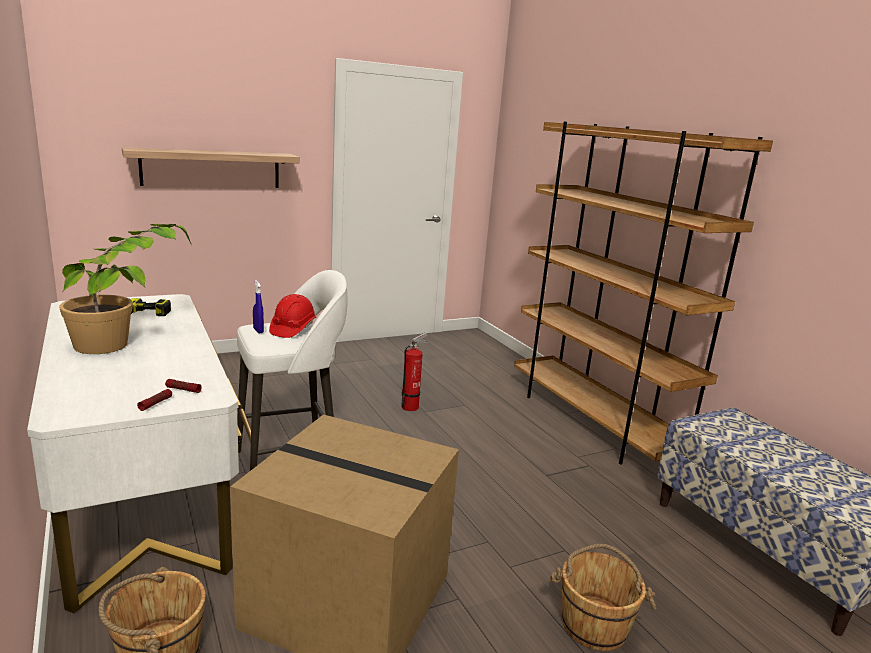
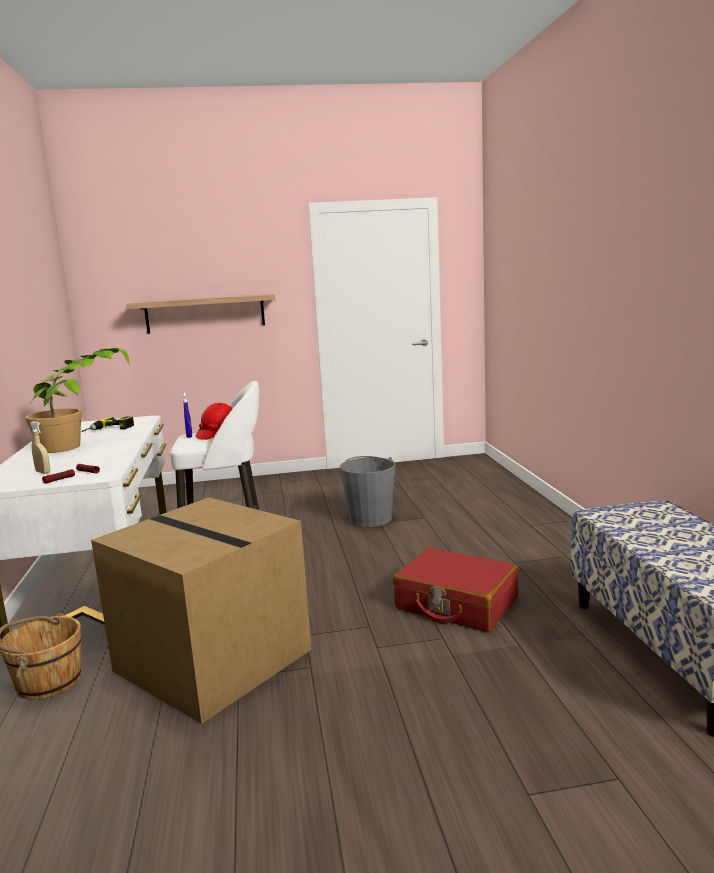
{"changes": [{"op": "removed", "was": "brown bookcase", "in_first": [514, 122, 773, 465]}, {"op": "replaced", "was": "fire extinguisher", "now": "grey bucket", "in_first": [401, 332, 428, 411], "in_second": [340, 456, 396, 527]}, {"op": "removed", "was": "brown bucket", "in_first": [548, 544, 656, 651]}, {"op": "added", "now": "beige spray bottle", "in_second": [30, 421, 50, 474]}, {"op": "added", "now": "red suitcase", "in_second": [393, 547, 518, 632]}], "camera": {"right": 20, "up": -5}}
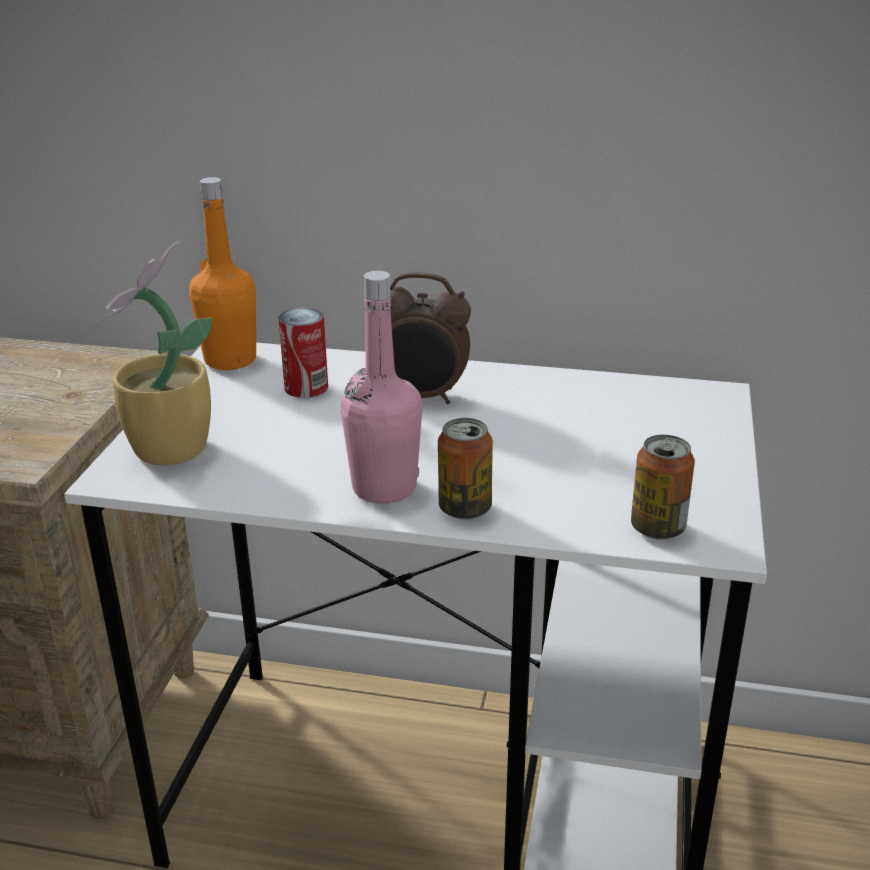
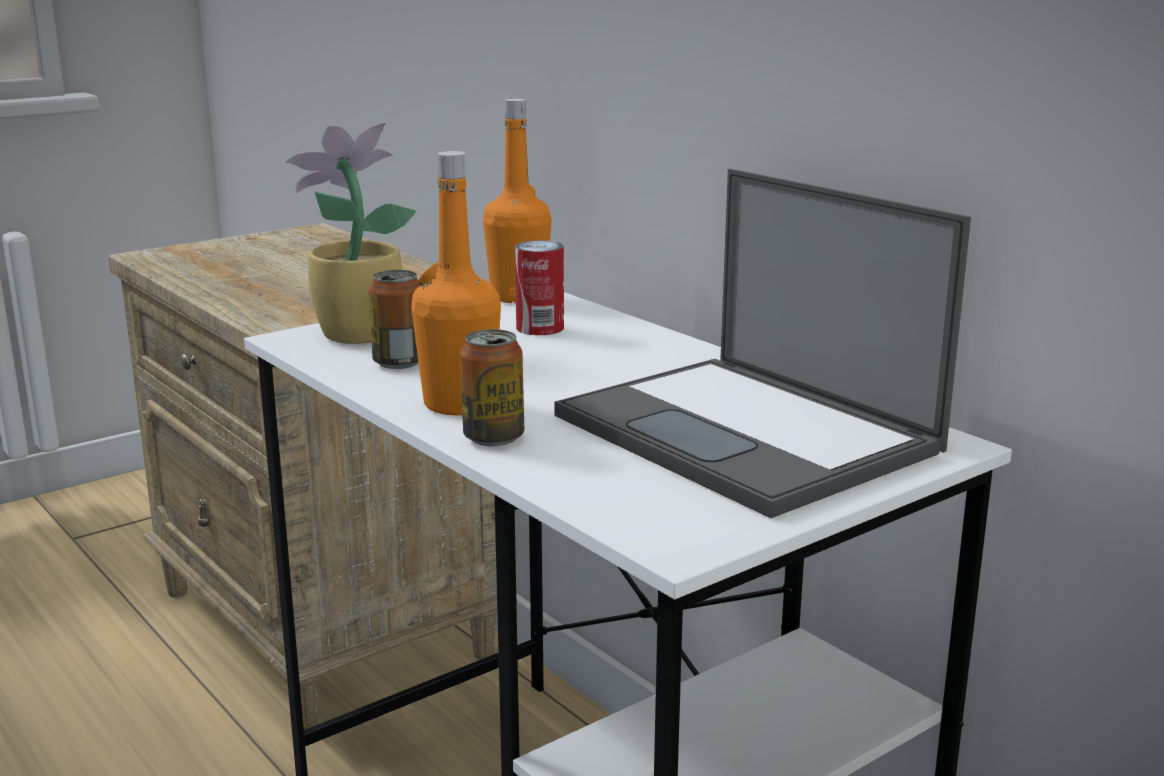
{"changes": [{"op": "recoloured", "was": "pink bottle", "now": "orange bottle", "in_first": [341, 271, 422, 504], "in_second": [411, 151, 501, 415]}, {"op": "removed", "was": "alarm clock", "in_first": [390, 272, 471, 404]}, {"op": "moved", "was": "can", "in_first": [631, 435, 695, 540], "in_second": [369, 270, 421, 369]}, {"op": "added", "now": "laptop", "in_second": [554, 169, 971, 518]}], "camera": {"right": 40, "up": -10}}
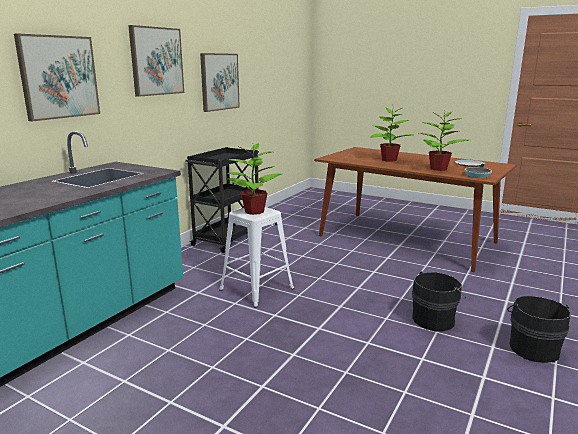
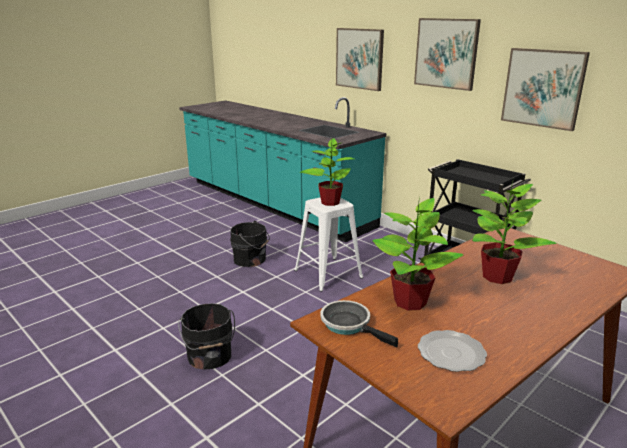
{"changes": [{"op": "moved", "was": "black bucket", "in_first": [507, 296, 571, 363], "in_second": [230, 221, 270, 267]}], "camera": {"right": 105, "up": 5}}
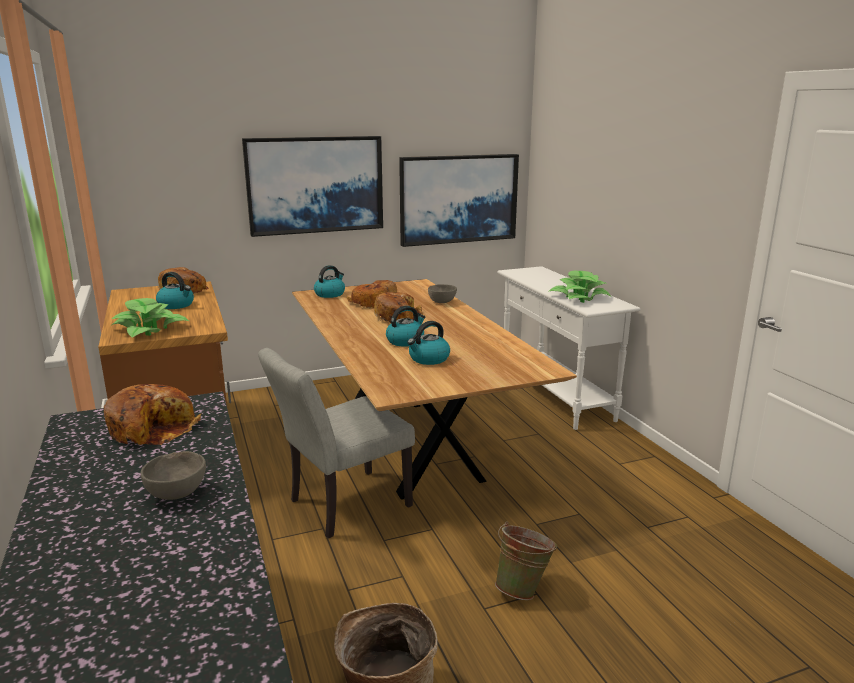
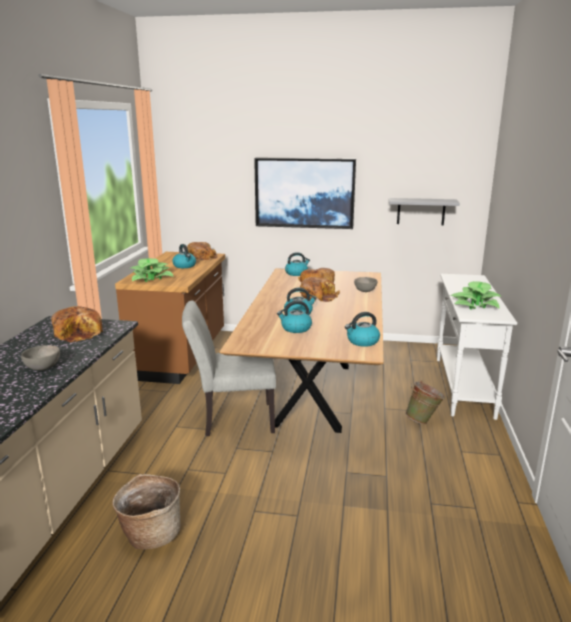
{"changes": [{"op": "replaced", "was": "picture", "now": "grey shelf", "in_first": [399, 154, 519, 247], "in_second": [389, 198, 460, 225]}, {"op": "moved", "was": "green bucket", "in_first": [495, 522, 557, 600], "in_second": [405, 380, 445, 424]}, {"op": "added", "now": "kettle", "in_second": [345, 312, 380, 347]}], "camera": {"right": 30, "up": 0}}
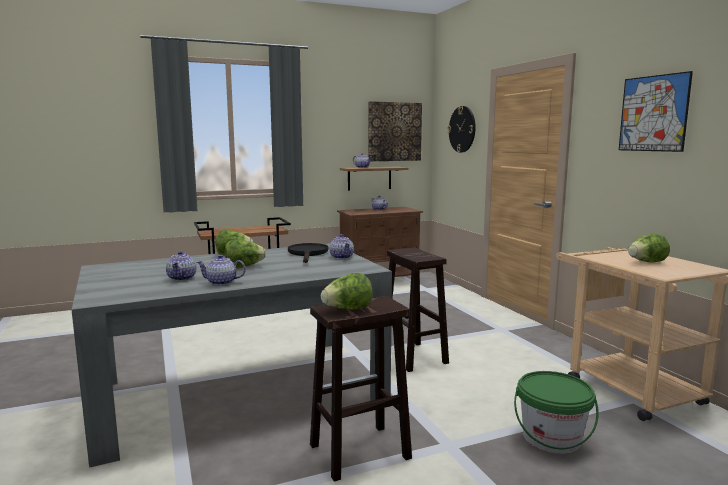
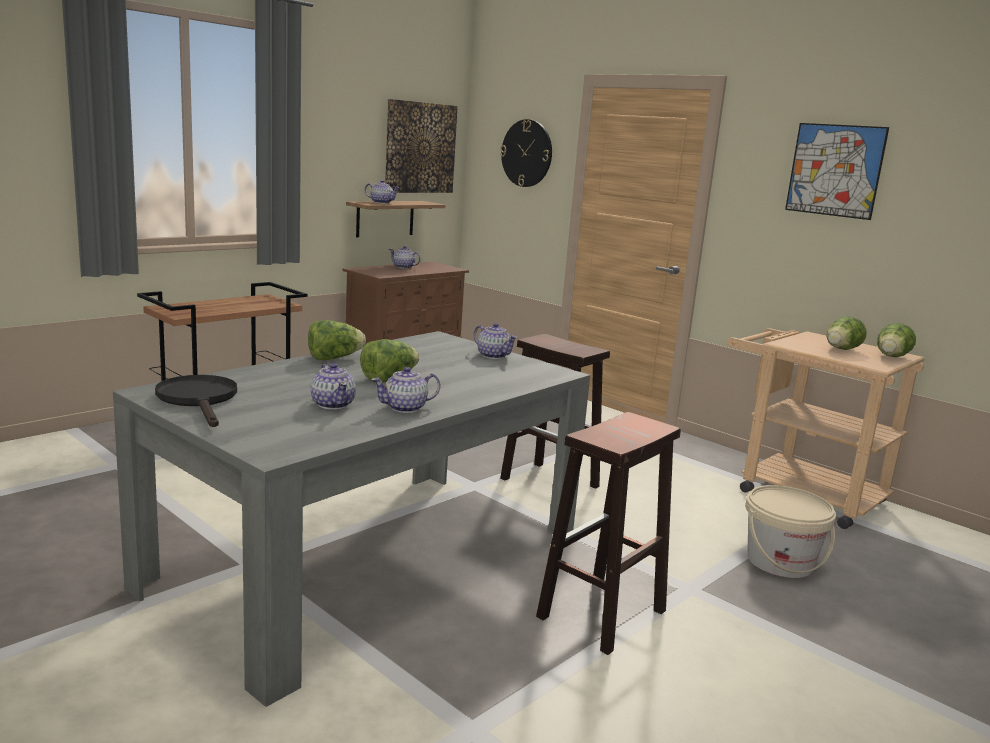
{"changes": [{"op": "moved", "was": "black frying pan", "in_first": [288, 243, 329, 263], "in_second": [155, 375, 237, 427]}, {"op": "moved", "was": "lettuce", "in_first": [321, 273, 373, 310], "in_second": [877, 323, 916, 357]}, {"op": "recoloured", "was": "green bucket", "now": "beige bucket", "in_first": [514, 371, 599, 454], "in_second": [745, 485, 836, 578]}], "camera": {"right": -25, "up": 5}}
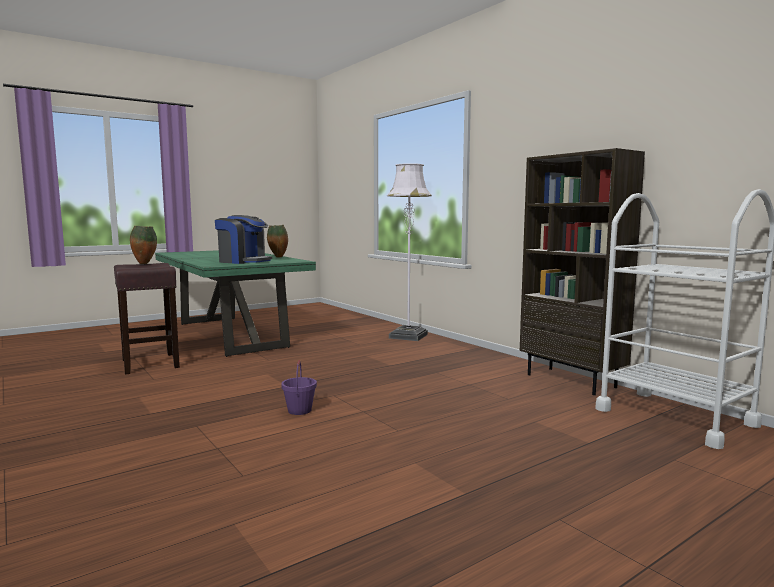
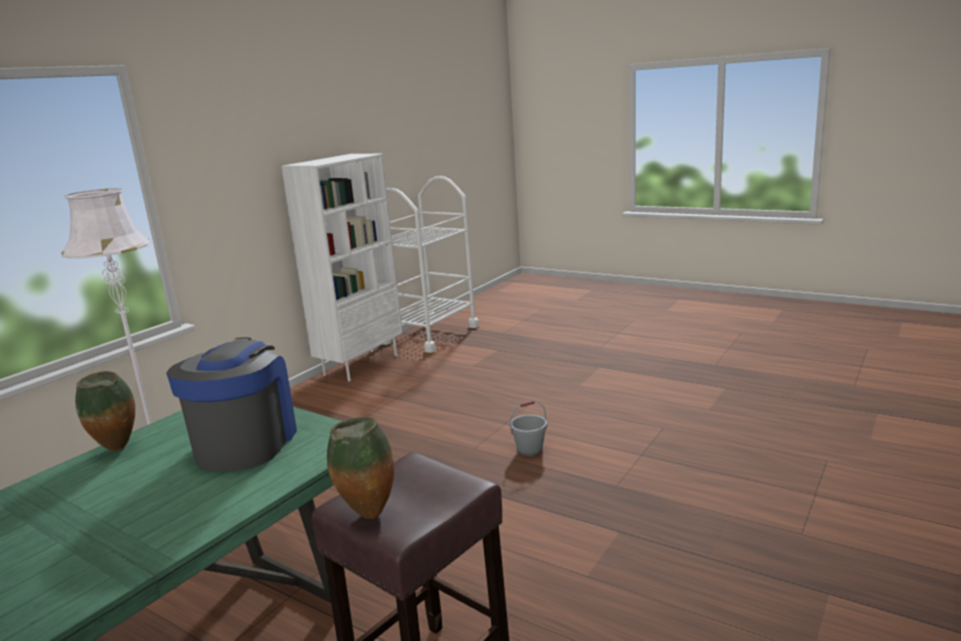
{"changes": [{"op": "recoloured", "was": "brown bookcase", "now": "white bookcase", "in_first": [520, 148, 645, 395], "in_second": [281, 154, 402, 381]}, {"op": "recoloured", "was": "purple bucket", "now": "grey bucket", "in_first": [281, 360, 317, 415], "in_second": [510, 401, 547, 457]}], "camera": {"right": -110, "up": 10}}
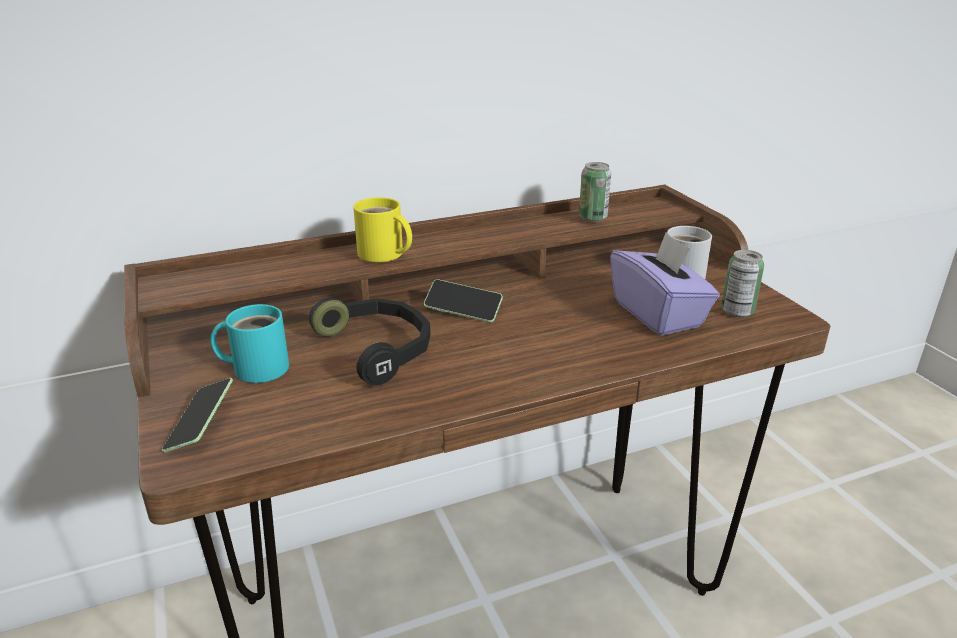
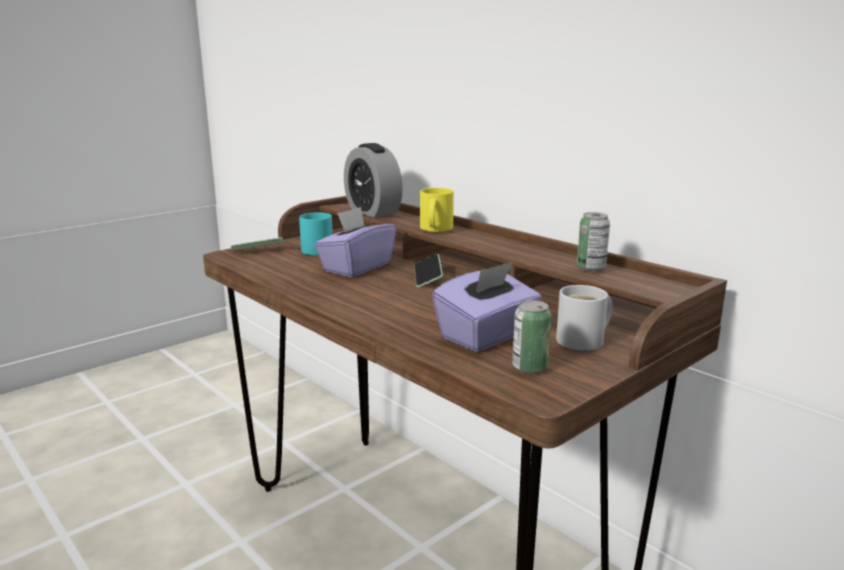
{"changes": [{"op": "replaced", "was": "black headphones", "now": "purple tissue box", "in_first": [309, 297, 431, 386], "in_second": [314, 207, 396, 277]}, {"op": "added", "now": "alarm clock", "in_second": [344, 143, 403, 218]}], "camera": {"right": 70, "up": -10}}
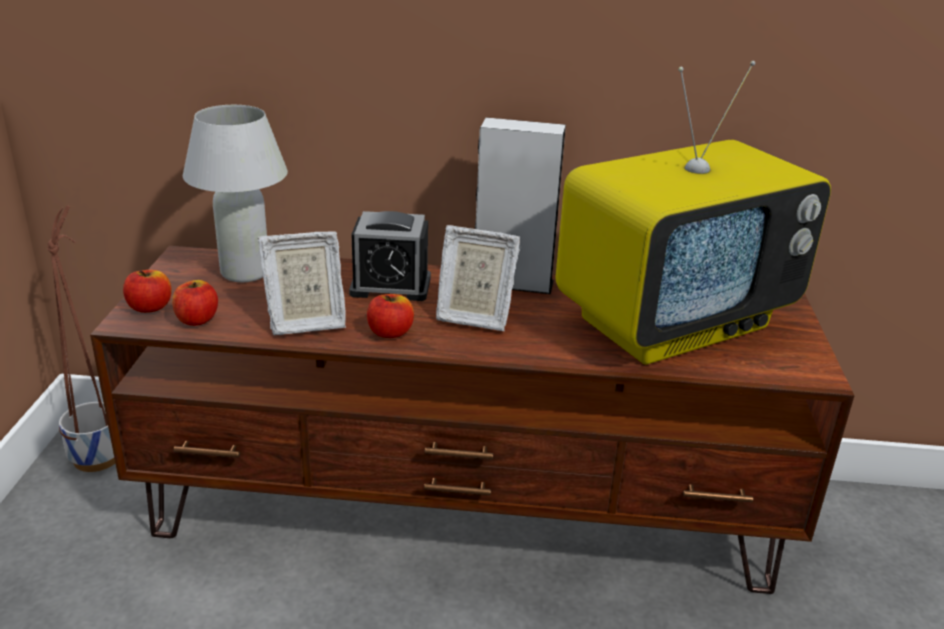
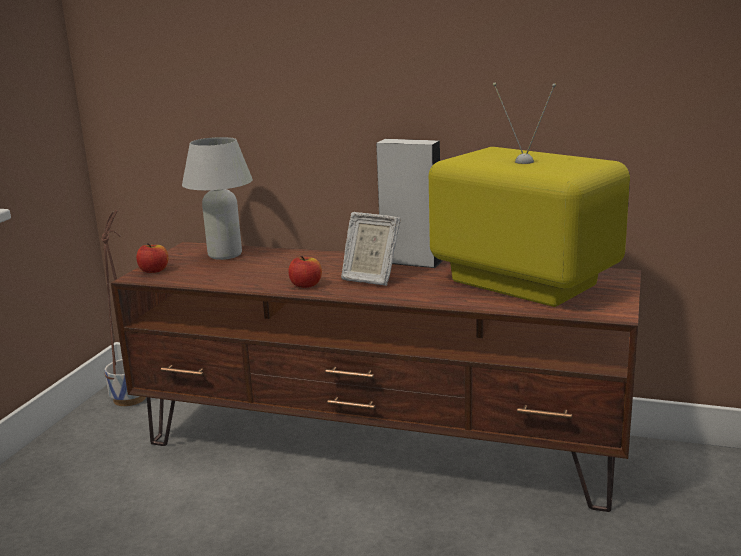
{"changes": [{"op": "turned", "was": "television", "in_first": [556, 61, 831, 365], "in_second": [429, 82, 630, 307], "clockwise": -120}, {"op": "removed", "was": "alarm clock", "in_first": [349, 211, 431, 301]}, {"op": "removed", "was": "picture frame", "in_first": [257, 231, 346, 335]}, {"op": "removed", "was": "apple", "in_first": [172, 280, 218, 326]}], "camera": {"right": 15, "up": -10}}
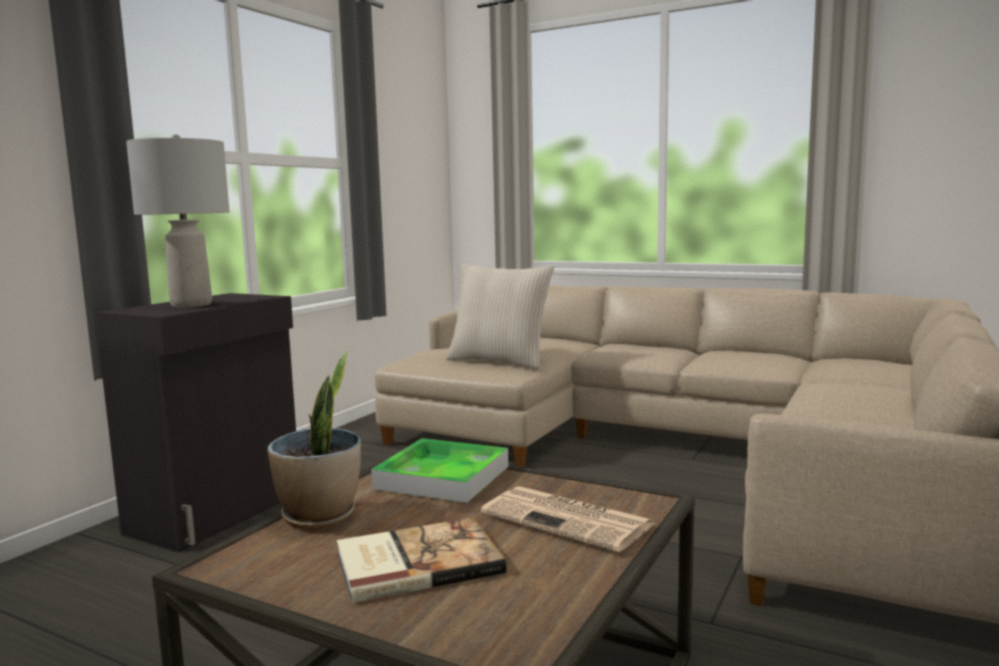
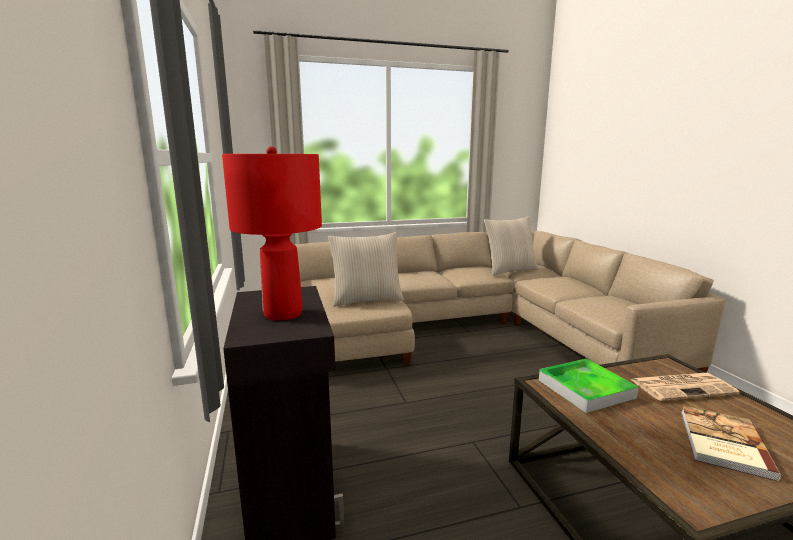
{"changes": [{"op": "recoloured", "was": "grey table lamp", "now": "red table lamp", "in_first": [126, 135, 230, 307], "in_second": [222, 147, 322, 321]}, {"op": "removed", "was": "potted plant", "in_first": [268, 351, 361, 529]}, {"op": "added", "now": "beige pillow", "in_second": [484, 216, 539, 276]}], "camera": {"right": -45, "up": 5}}
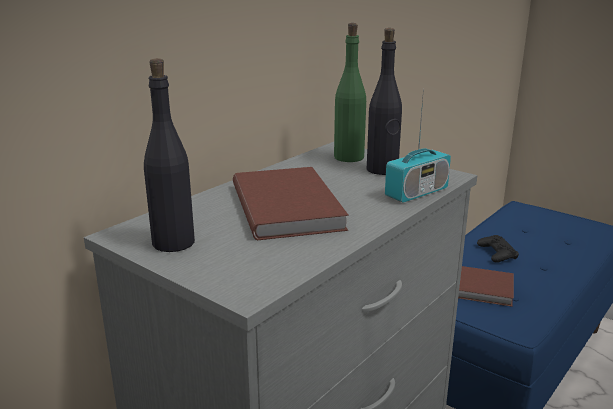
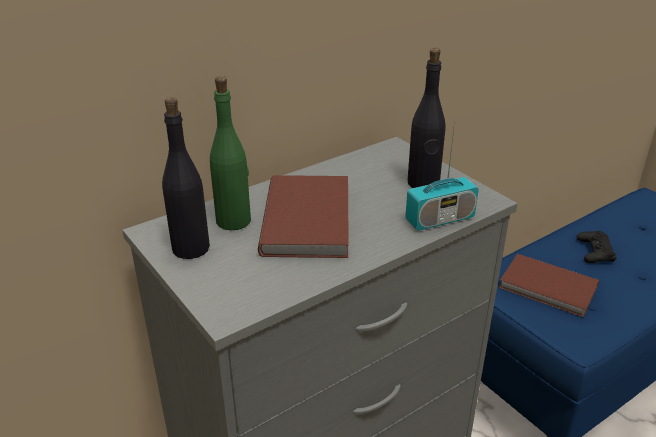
{"changes": [{"op": "moved", "was": "green bottle", "in_first": [334, 23, 366, 162], "in_second": [210, 76, 251, 230]}], "camera": {"right": 15, "up": 10}}
